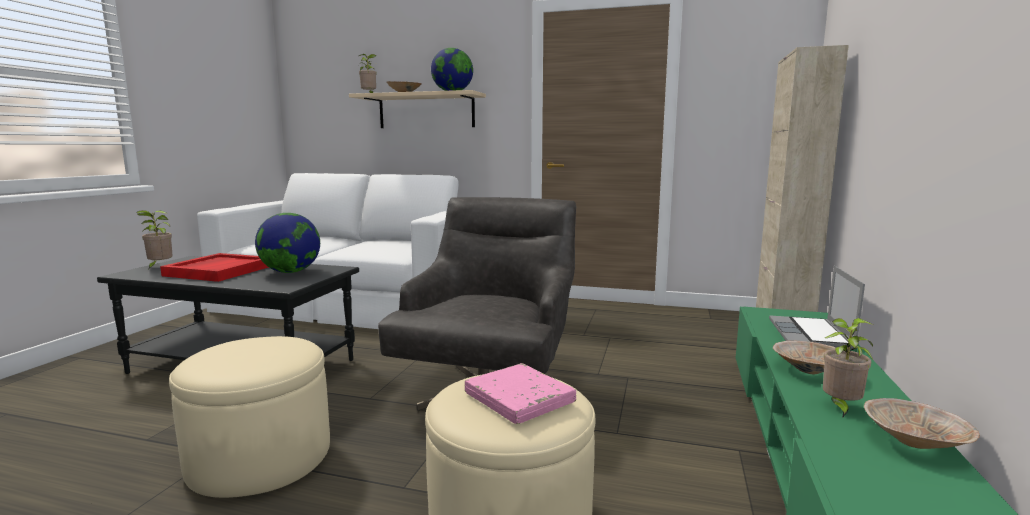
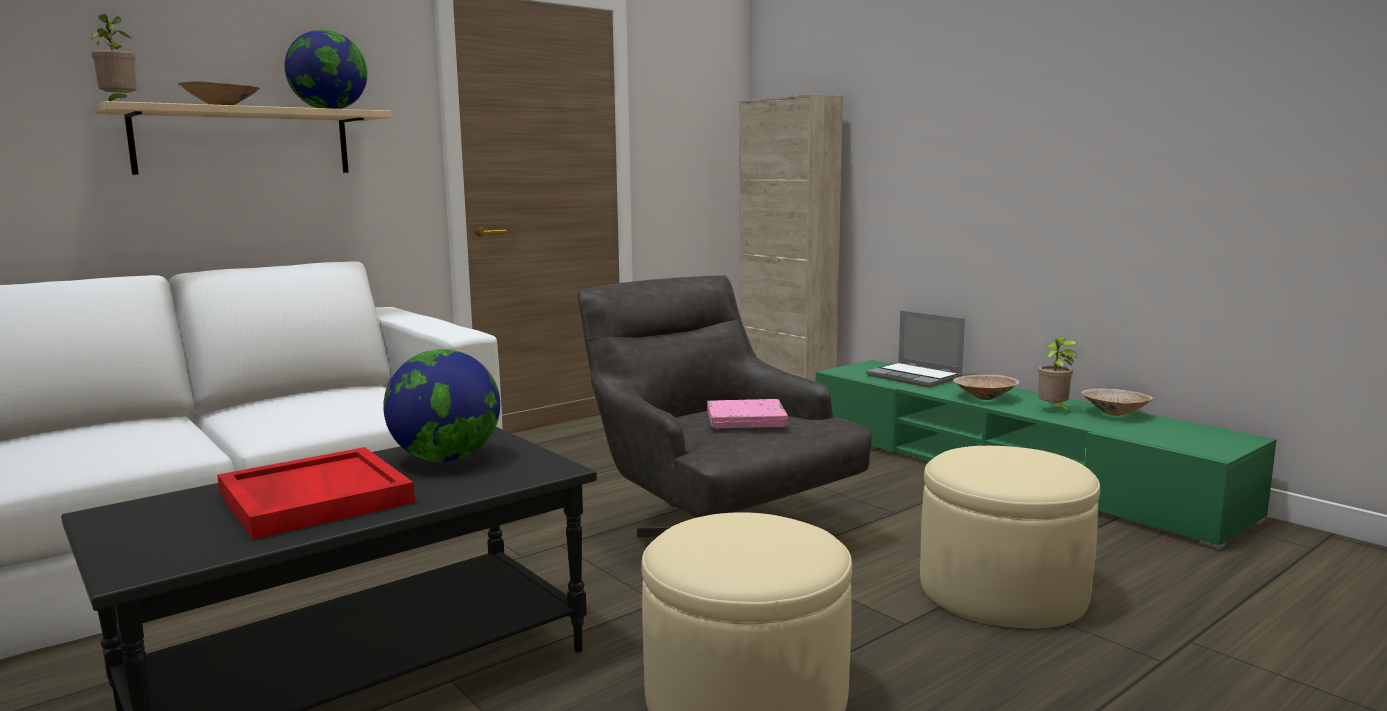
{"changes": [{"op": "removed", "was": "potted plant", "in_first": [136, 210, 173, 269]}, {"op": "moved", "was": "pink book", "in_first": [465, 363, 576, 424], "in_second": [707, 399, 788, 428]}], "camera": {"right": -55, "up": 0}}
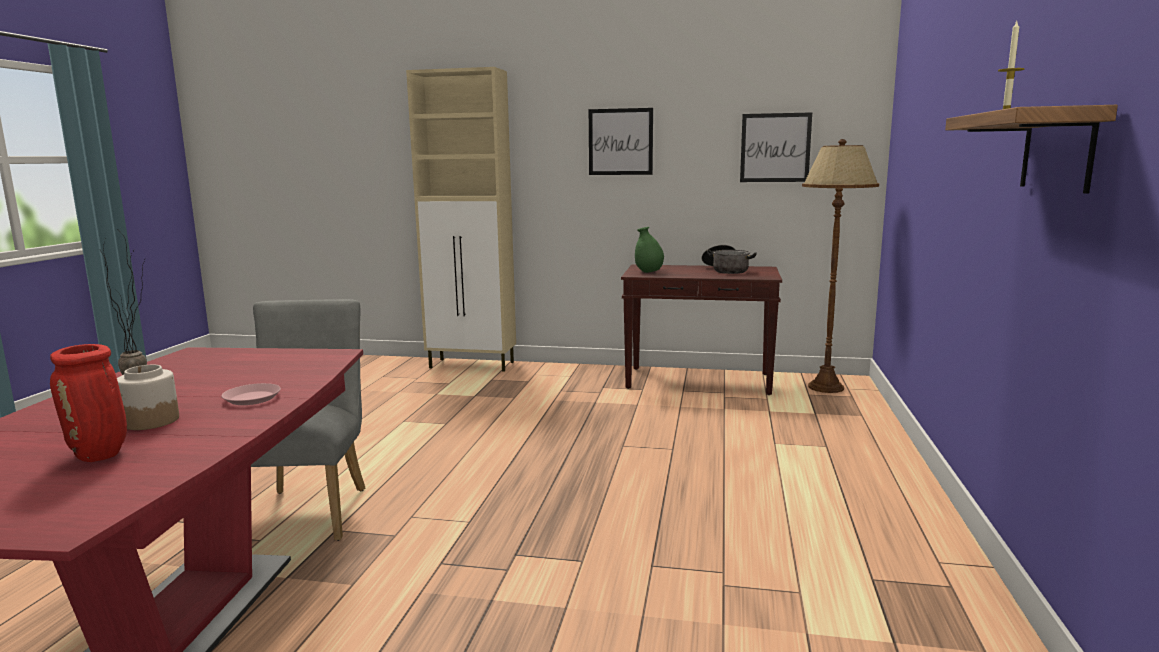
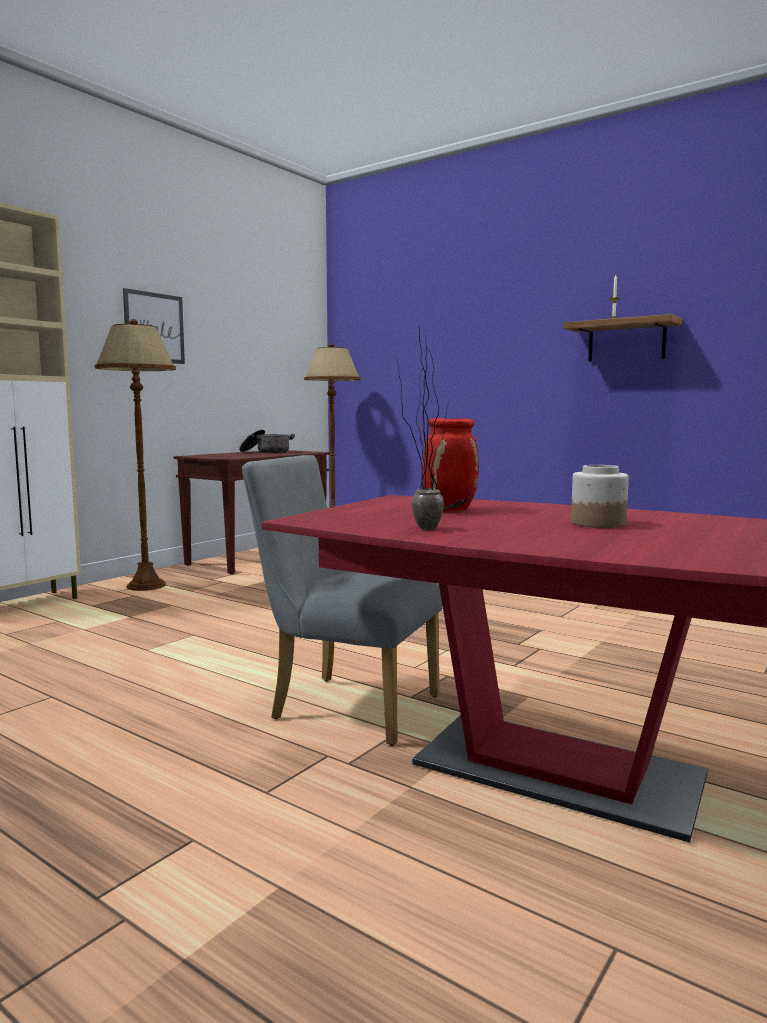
{"changes": [{"op": "removed", "was": "picture", "in_first": [740, 112, 812, 182]}, {"op": "removed", "was": "green vase", "in_first": [635, 227, 664, 273]}, {"op": "moved", "was": "red vase", "in_first": [50, 344, 127, 462], "in_second": [422, 418, 479, 512]}, {"op": "removed", "was": "pink plate", "in_first": [222, 383, 281, 405]}, {"op": "added", "now": "brown floor lamp", "in_second": [95, 319, 176, 591]}], "camera": {"right": -65, "up": -5}}
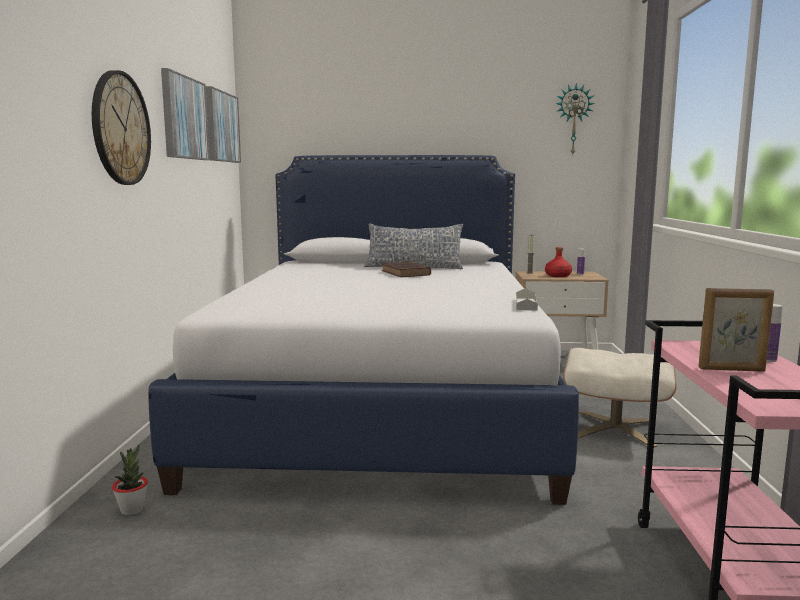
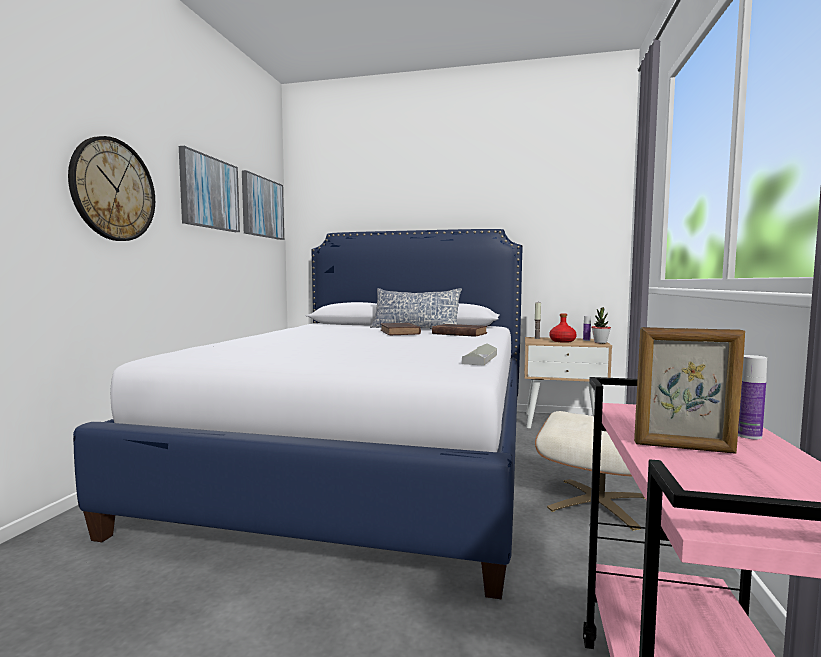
{"changes": [{"op": "removed", "was": "wall clock", "in_first": [556, 83, 595, 155]}, {"op": "moved", "was": "potted plant", "in_first": [112, 445, 148, 515], "in_second": [591, 307, 611, 343]}, {"op": "added", "now": "brown book", "in_second": [432, 324, 487, 337]}], "camera": {"right": 10, "up": -5}}
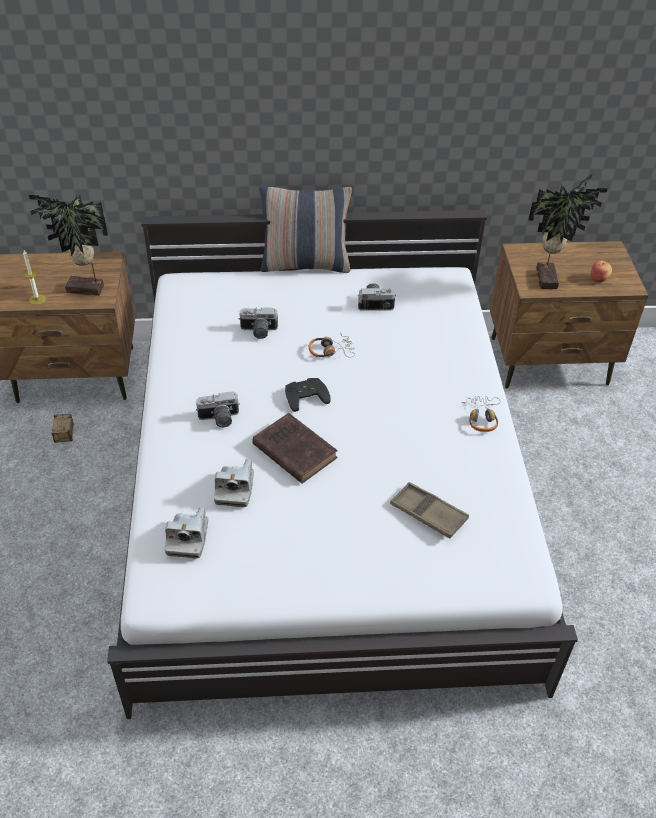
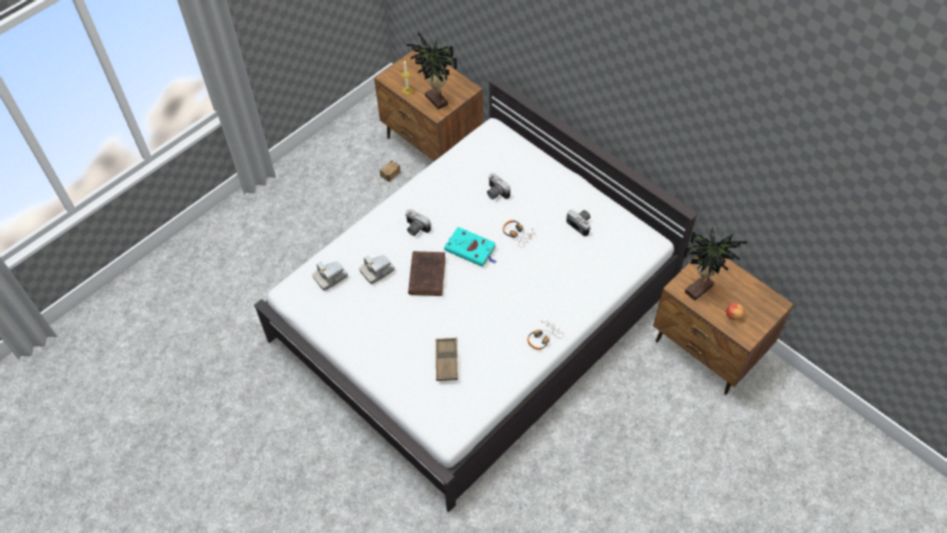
{"changes": [{"op": "removed", "was": "pillow", "in_first": [260, 186, 352, 273]}, {"op": "replaced", "was": "black game controller", "now": "turquoise book", "in_first": [285, 378, 331, 412], "in_second": [444, 227, 497, 267]}], "camera": {"right": 50, "up": 10}}
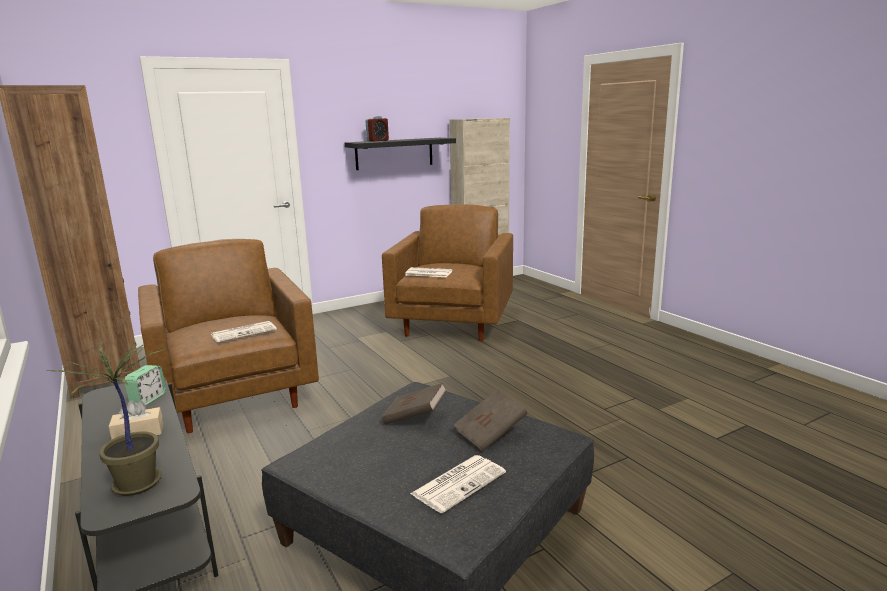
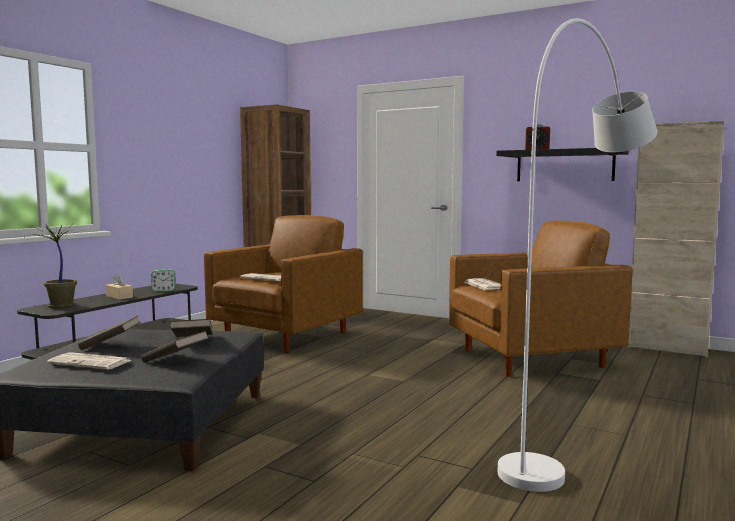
{"changes": [{"op": "added", "now": "white floor lamp", "in_second": [498, 18, 658, 492]}, {"op": "added", "now": "brown book", "in_second": [78, 315, 140, 351]}], "camera": {"right": 60, "up": -10}}
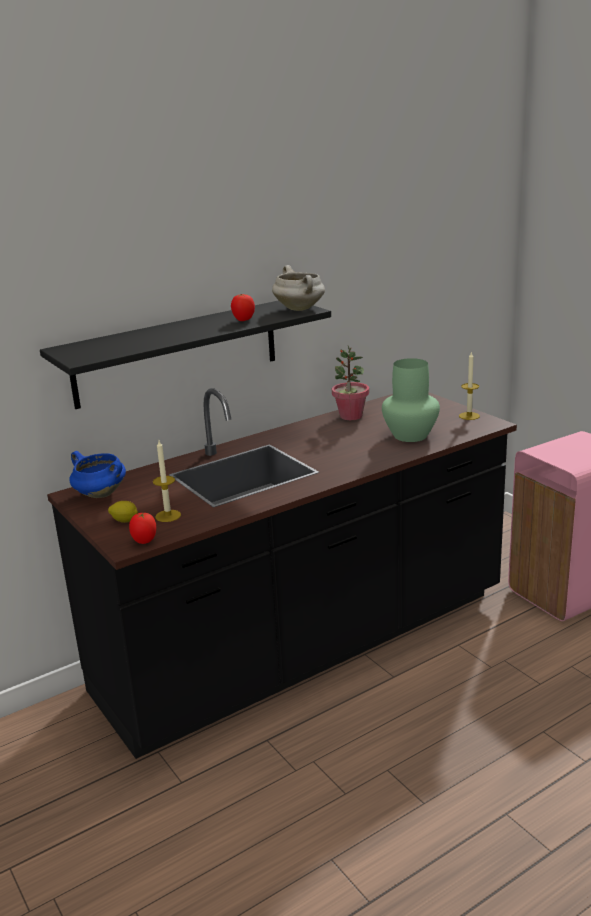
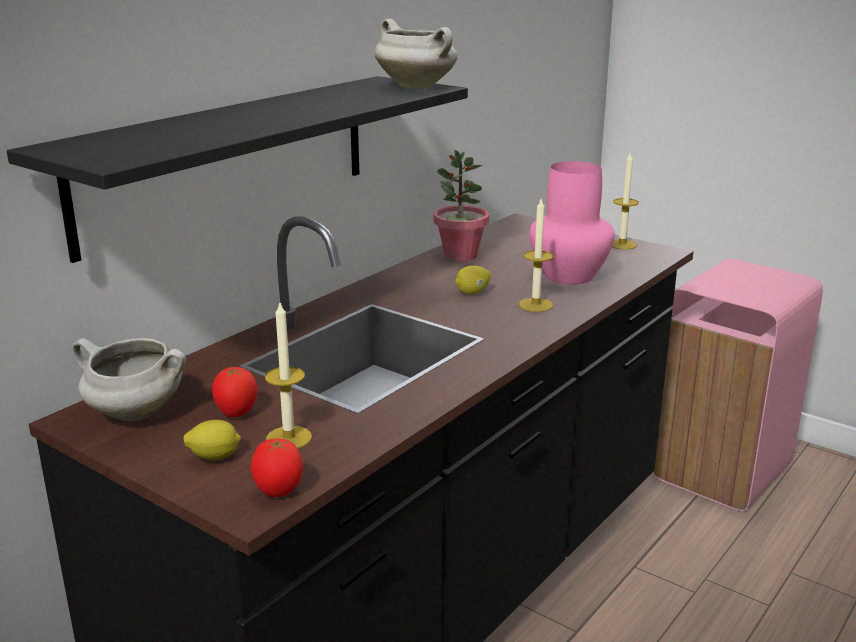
{"changes": [{"op": "moved", "was": "tomato", "in_first": [231, 294, 255, 321], "in_second": [212, 367, 258, 418]}, {"op": "recoloured", "was": "green vase", "now": "pink vase", "in_first": [382, 358, 440, 442], "in_second": [529, 161, 615, 285]}, {"op": "recoloured", "was": "blue cooking pot", "now": "white cooking pot", "in_first": [69, 451, 126, 498], "in_second": [72, 338, 186, 421]}, {"op": "added", "now": "candle", "in_second": [519, 199, 553, 312]}, {"op": "added", "now": "lemon", "in_second": [455, 266, 491, 295]}], "camera": {"right": -20, "up": 0}}
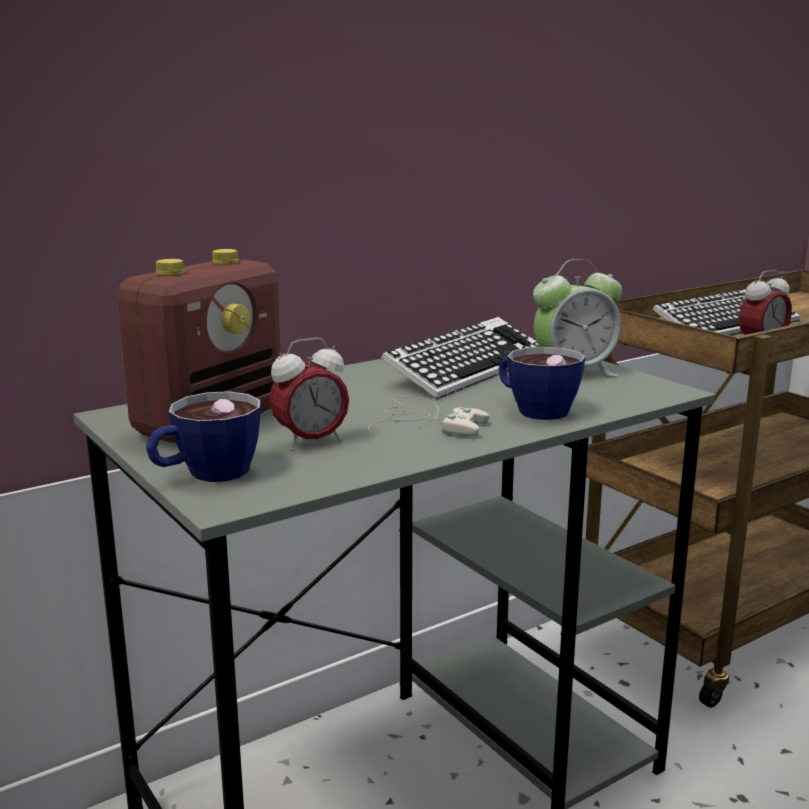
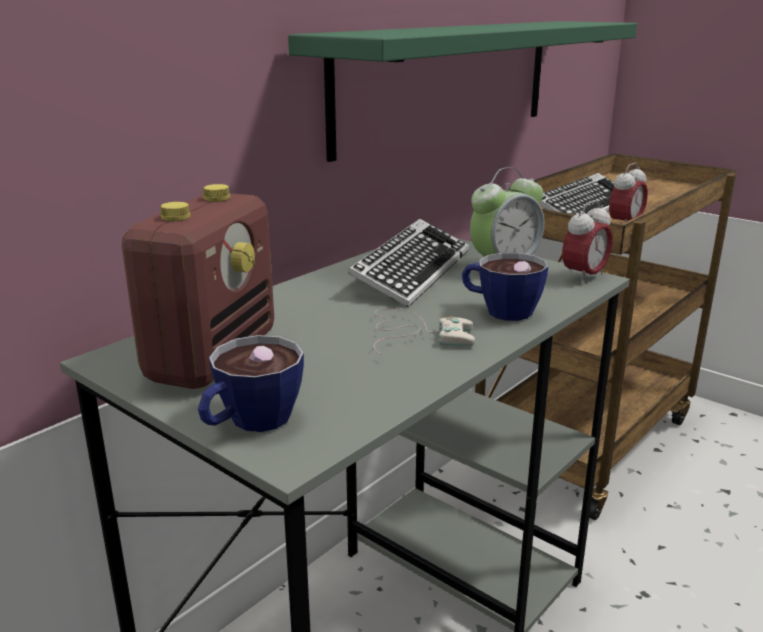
{"changes": [{"op": "moved", "was": "alarm clock", "in_first": [269, 337, 349, 451], "in_second": [562, 200, 613, 284]}, {"op": "added", "now": "green shelf", "in_second": [288, 21, 637, 162]}], "camera": {"right": -15, "up": 5}}
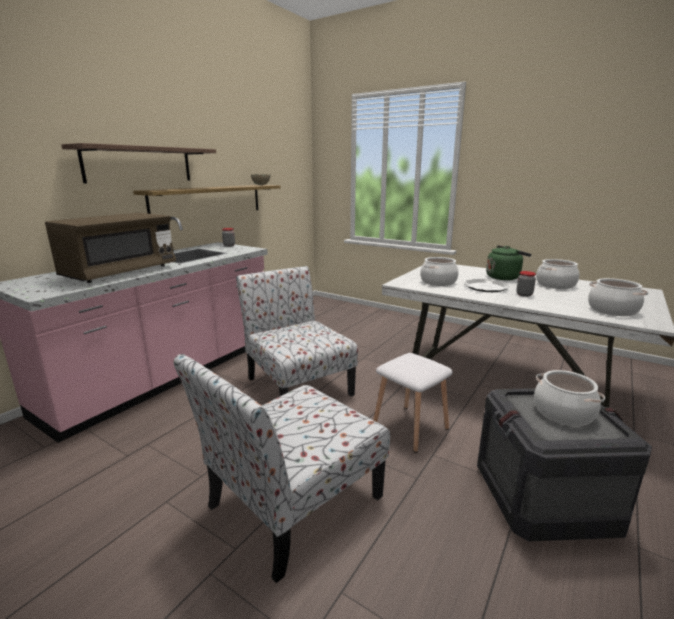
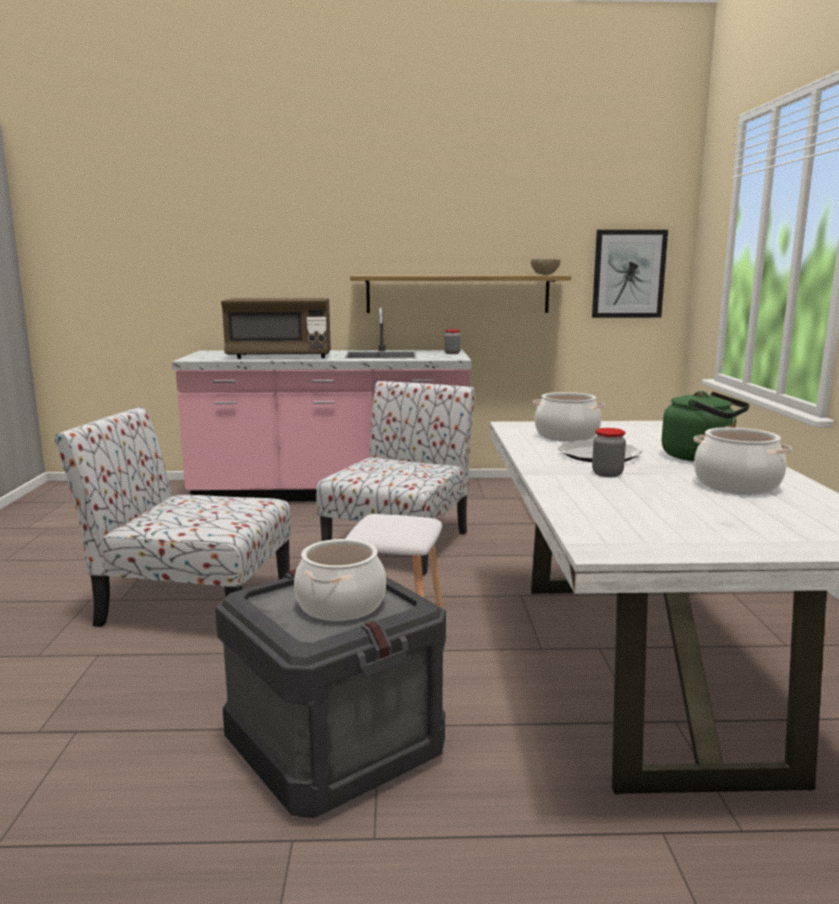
{"changes": [{"op": "removed", "was": "shelf", "in_first": [61, 143, 216, 183]}, {"op": "removed", "was": "cooking pot", "in_first": [588, 278, 649, 316]}, {"op": "added", "now": "picture", "in_second": [592, 230, 668, 318]}], "camera": {"right": 55, "up": -5}}
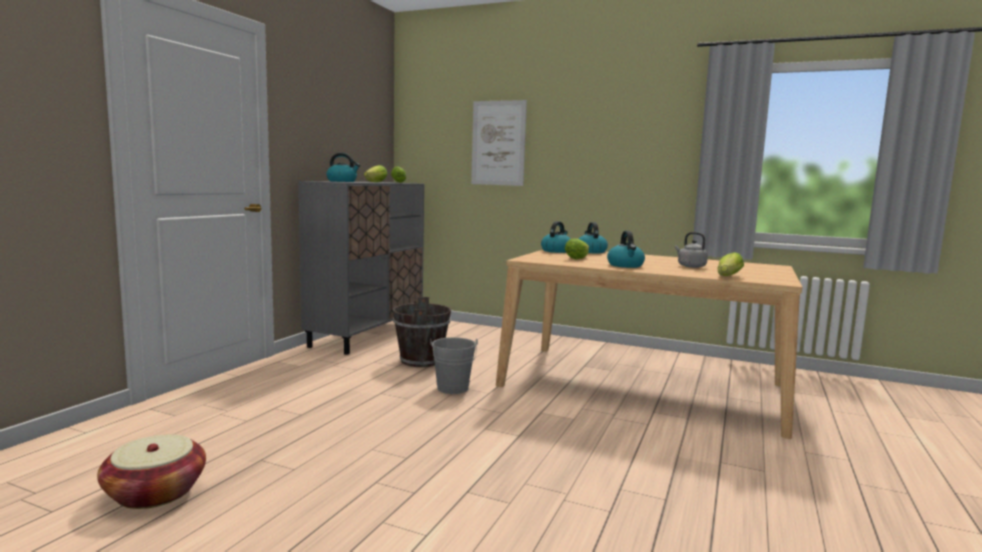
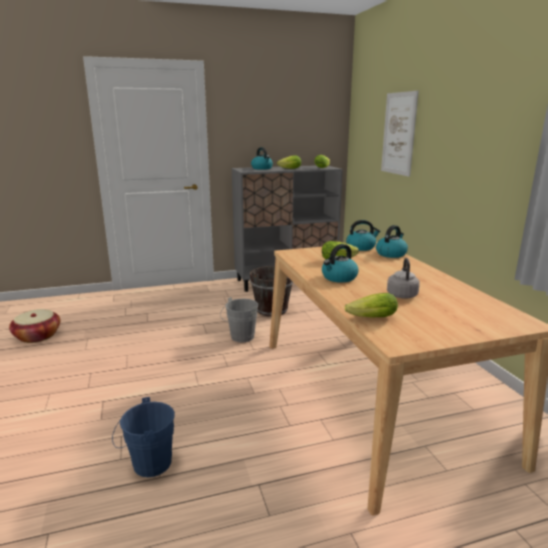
{"changes": [{"op": "added", "now": "blue bucket", "in_second": [112, 397, 175, 477]}], "camera": {"right": 50, "up": 10}}
